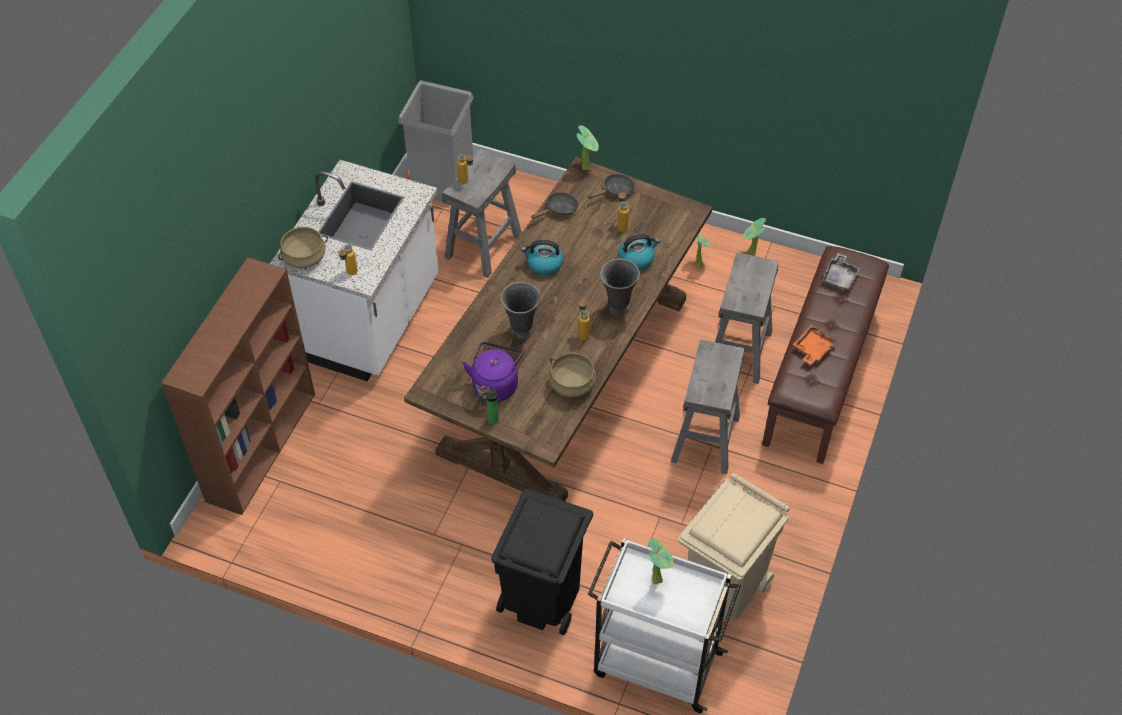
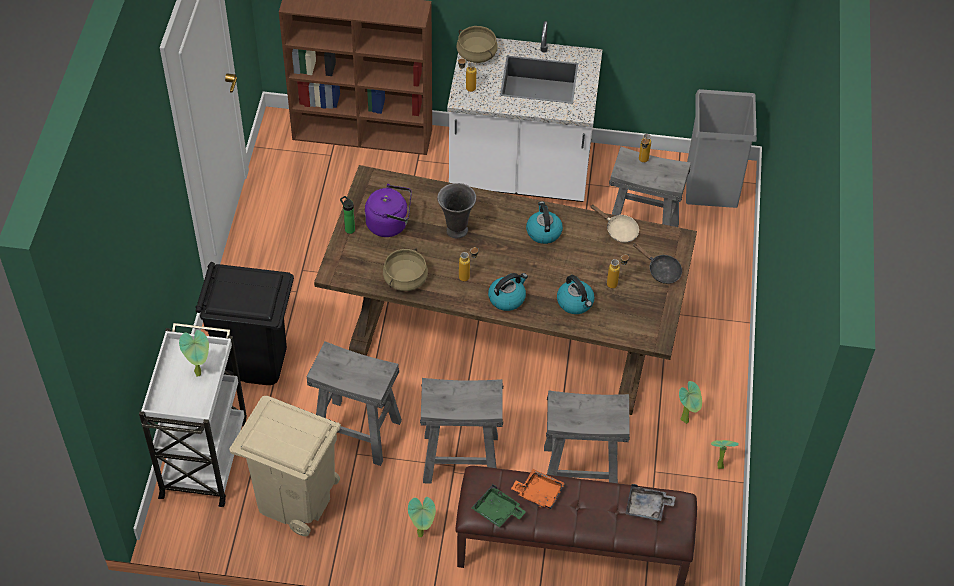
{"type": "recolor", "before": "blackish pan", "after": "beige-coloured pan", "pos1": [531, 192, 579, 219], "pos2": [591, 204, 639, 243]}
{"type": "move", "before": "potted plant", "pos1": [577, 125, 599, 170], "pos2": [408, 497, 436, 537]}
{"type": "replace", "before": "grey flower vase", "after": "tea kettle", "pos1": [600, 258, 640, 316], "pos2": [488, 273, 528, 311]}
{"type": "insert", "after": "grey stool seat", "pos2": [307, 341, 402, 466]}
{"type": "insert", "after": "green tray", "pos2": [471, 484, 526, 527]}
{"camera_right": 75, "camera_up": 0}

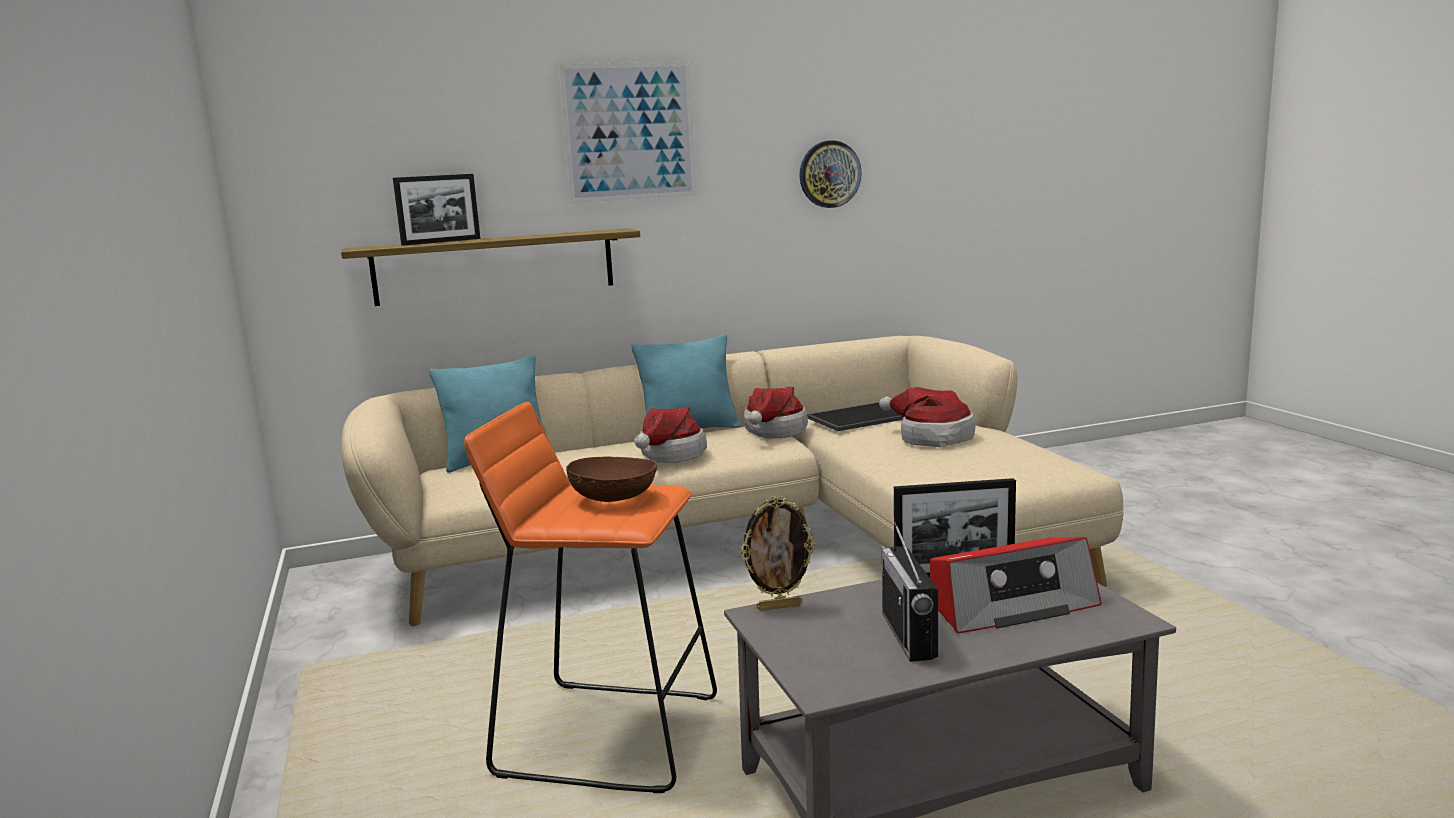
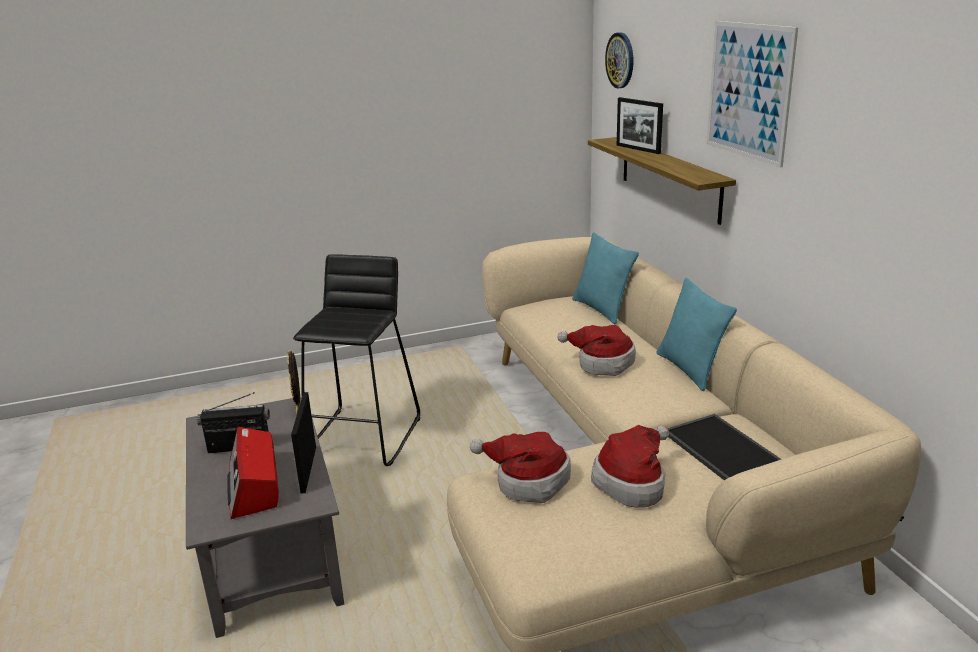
{"type": "recolor", "before": "orange stool seat", "after": "blackish stool seat", "pos1": [464, 402, 717, 793], "pos2": [293, 254, 420, 466]}
{"type": "delete", "before": "brownish deep dish", "pos1": [566, 456, 657, 502]}
{"type": "move", "before": "hat", "pos1": [744, 387, 808, 438], "pos2": [470, 432, 571, 503]}
{"type": "move", "before": "wall clock", "pos1": [799, 140, 862, 208], "pos2": [605, 32, 633, 88]}
{"camera_right": 90, "camera_up": 10}

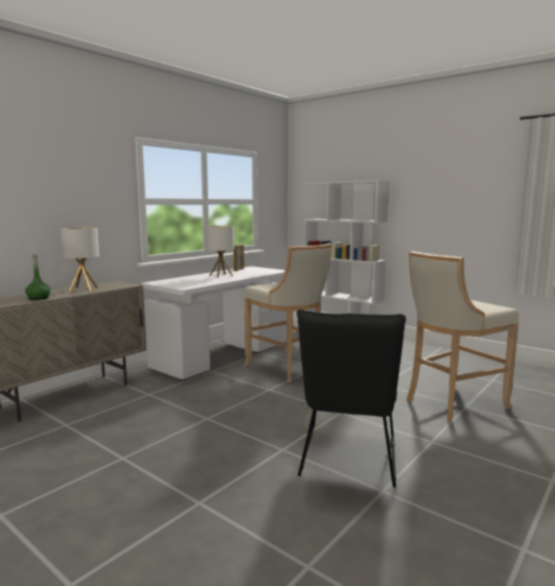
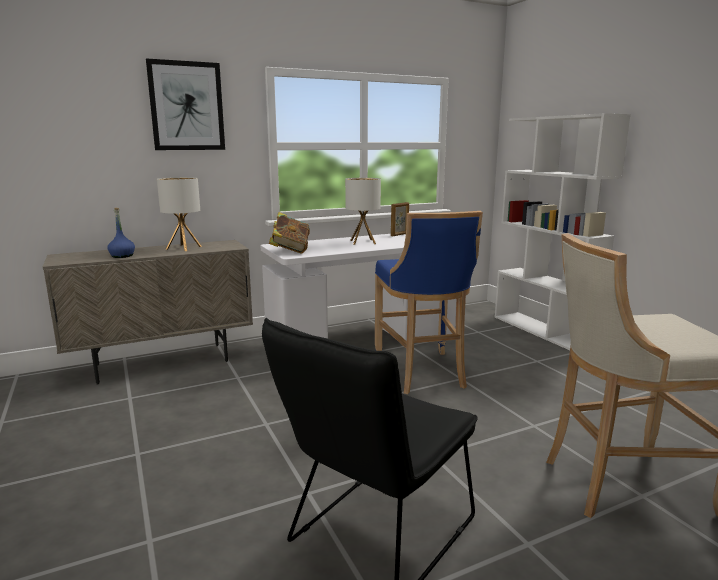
{"type": "recolor", "before": "green drink bottle", "after": "blue-coloured drink bottle", "pos1": [25, 255, 51, 300], "pos2": [107, 208, 135, 258]}
{"type": "recolor", "before": "beige-coloured stool seat", "after": "blue-coloured stool seat", "pos1": [244, 244, 332, 382], "pos2": [375, 211, 483, 394]}
{"type": "insert", "after": "wall art", "pos2": [146, 58, 225, 150]}
{"type": "insert", "after": "book", "pos2": [269, 212, 310, 254]}
{"camera_right": 25, "camera_up": 5}

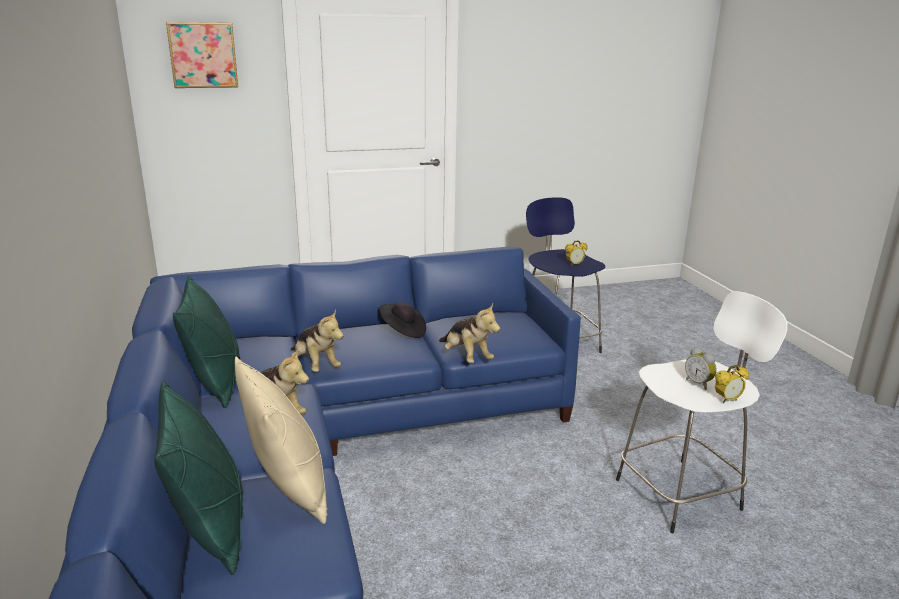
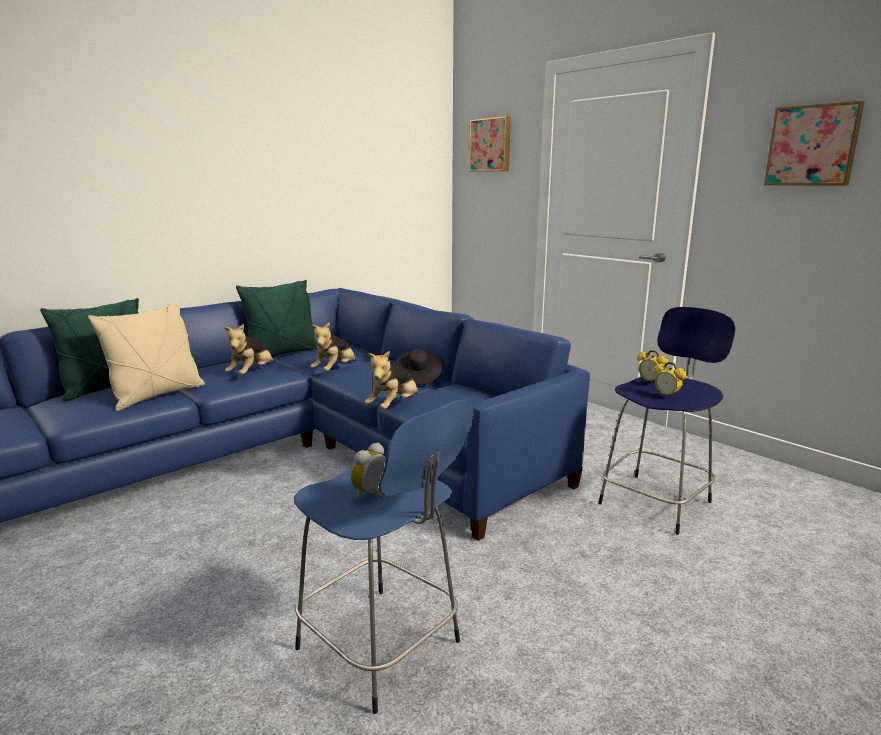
{"type": "recolor", "before": "white-coloured stool seat", "after": "blue-coloured stool seat", "pos1": [616, 291, 788, 533], "pos2": [294, 400, 474, 714]}
{"type": "move", "before": "bedside clock", "pos1": [715, 365, 749, 403], "pos2": [637, 350, 668, 384]}
{"type": "insert", "after": "wall art", "pos2": [764, 100, 865, 186]}
{"camera_right": 65, "camera_up": -5}

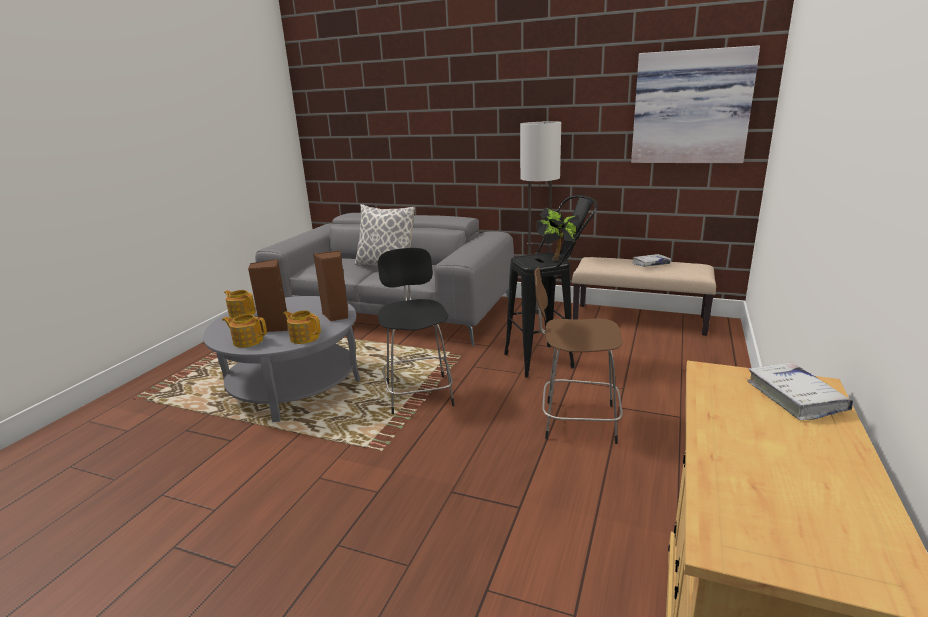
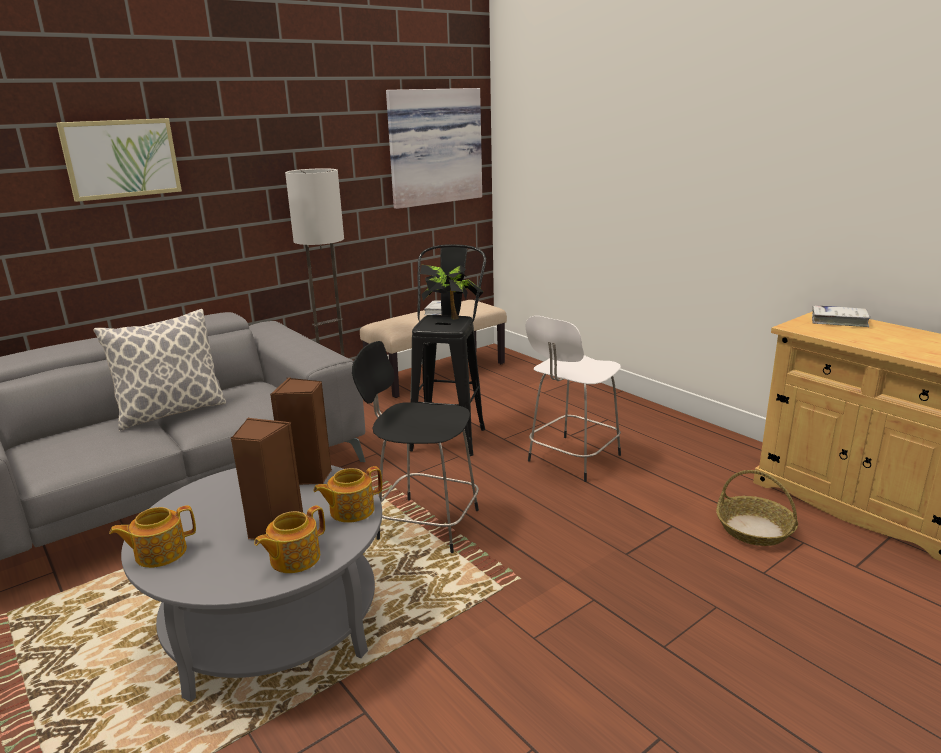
{"type": "recolor", "before": "brownish stool seat", "after": "white-coloured stool seat", "pos1": [534, 267, 623, 444], "pos2": [526, 316, 621, 482]}
{"type": "insert", "after": "wall art", "pos2": [56, 118, 182, 202]}
{"type": "insert", "after": "storage basket", "pos2": [716, 470, 798, 546]}
{"camera_right": -60, "camera_up": 0}

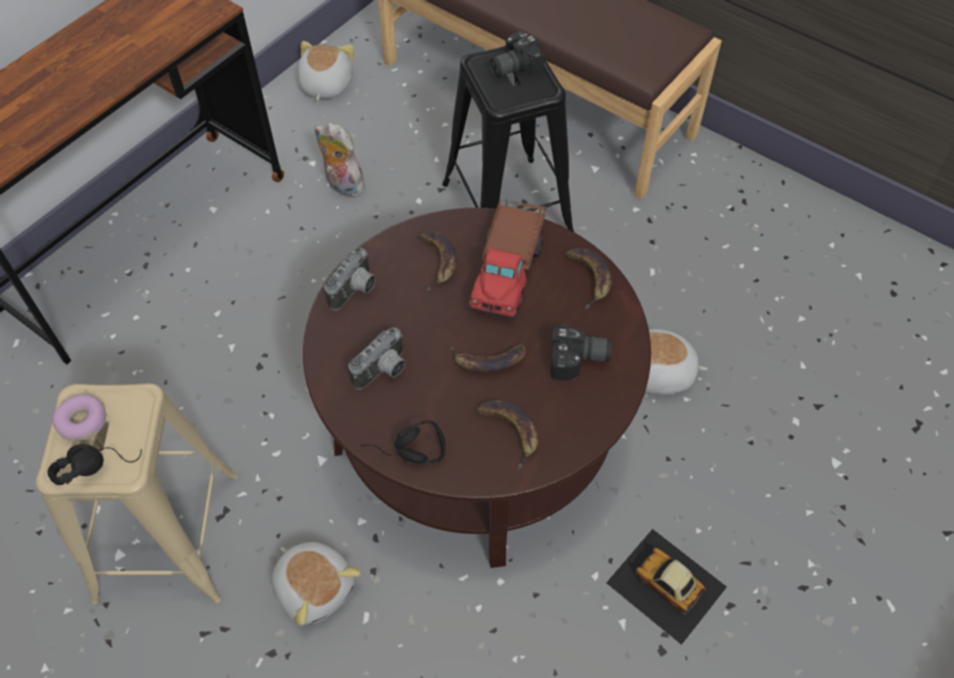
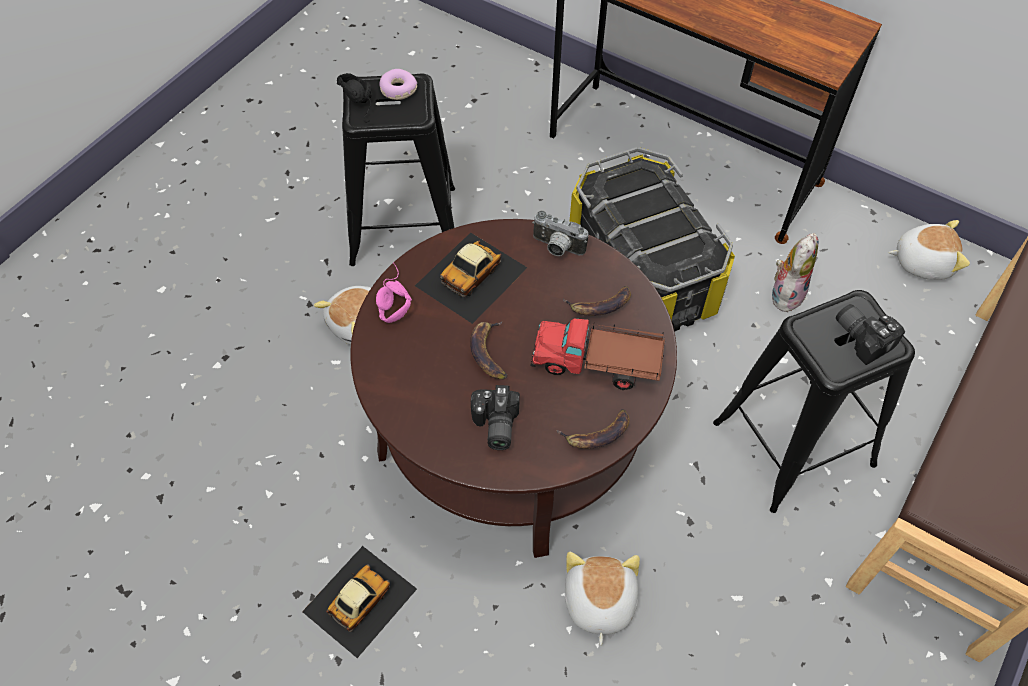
{"type": "recolor", "before": "beige-coloured stool seat", "after": "blackish stool seat", "pos1": [36, 383, 238, 605], "pos2": [342, 74, 455, 266]}
{"type": "replace", "before": "still camera", "after": "model car", "pos1": [349, 328, 405, 390], "pos2": [415, 233, 527, 324]}
{"type": "recolor", "before": "blackish pair of headphones", "after": "pink pair of headphones", "pos1": [360, 420, 446, 464], "pos2": [376, 263, 412, 323]}
{"type": "delete", "before": "banana", "pos1": [476, 401, 538, 469]}
{"type": "insert", "after": "storage box", "pos2": [569, 147, 735, 332]}
{"camera_right": 85, "camera_up": 0}

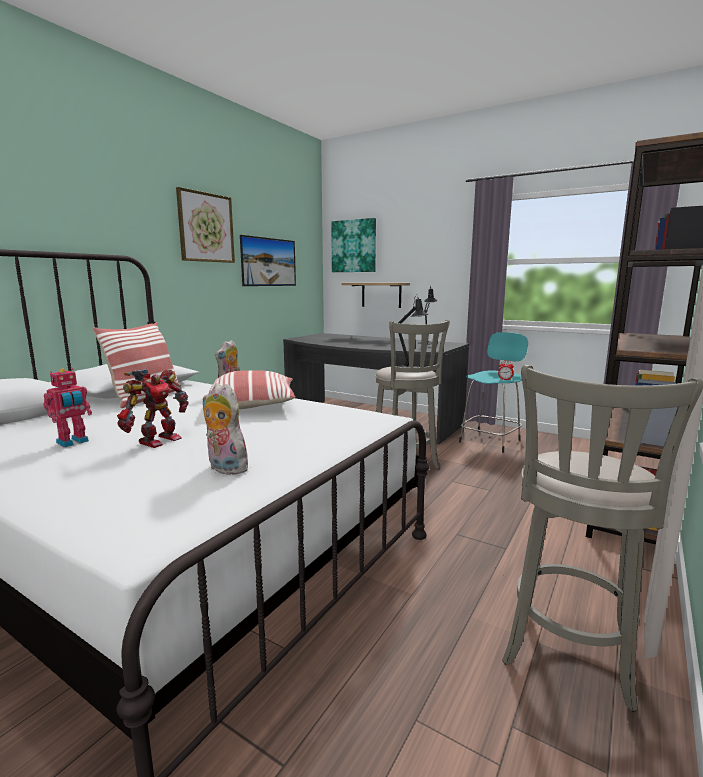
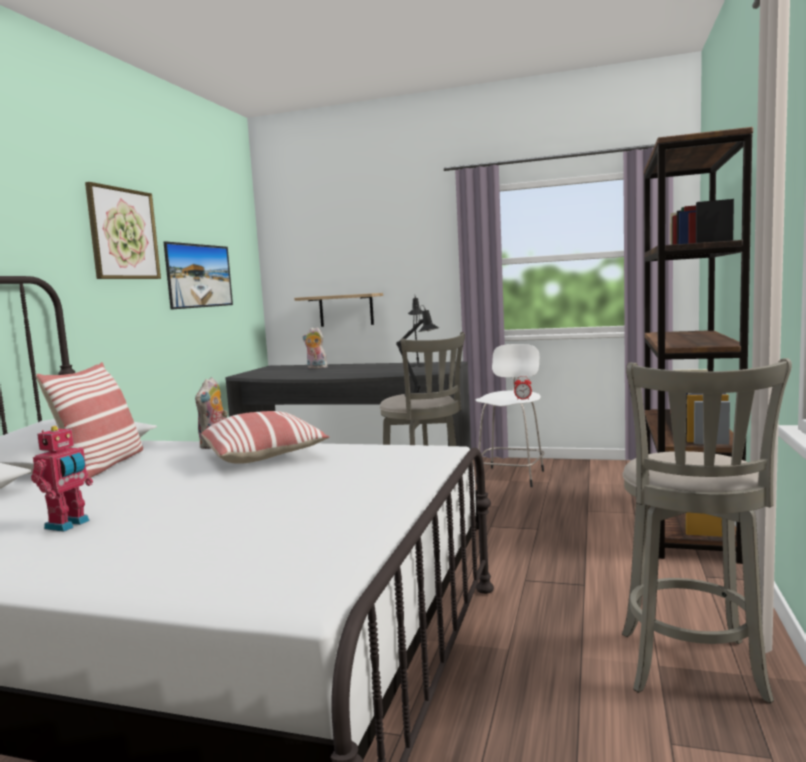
{"type": "delete", "before": "toy robot", "pos1": [117, 369, 189, 448]}
{"type": "move", "before": "plush toy", "pos1": [203, 383, 250, 475], "pos2": [302, 327, 330, 369]}
{"type": "delete", "before": "wall art", "pos1": [331, 218, 376, 272]}
{"type": "recolor", "before": "turquoise stool seat", "after": "white-coloured stool seat", "pos1": [459, 332, 528, 453], "pos2": [475, 344, 545, 487]}
{"camera_right": -15, "camera_up": -5}

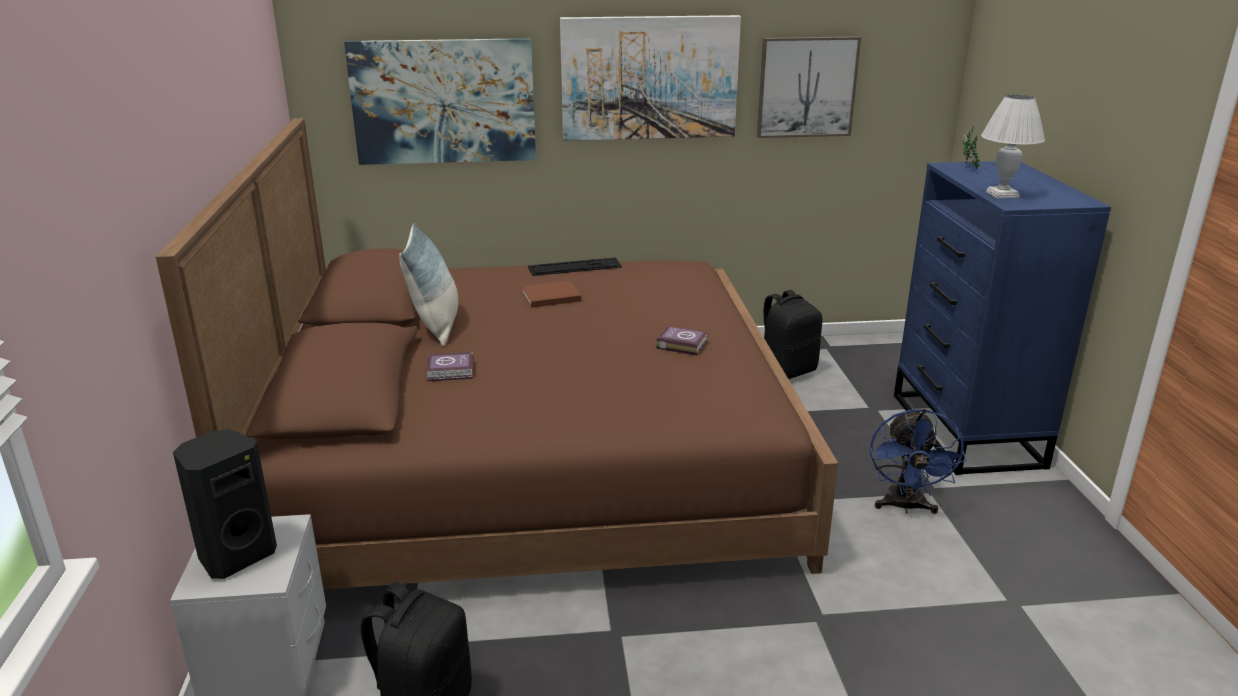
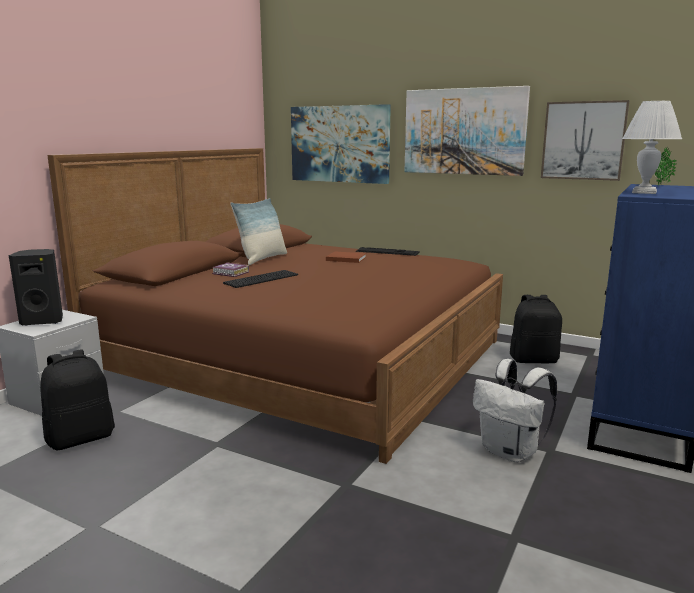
{"type": "delete", "before": "book", "pos1": [656, 326, 708, 355]}
{"type": "replace", "before": "blue-coloured electric fan", "after": "white-coloured knapsack", "pos1": [870, 408, 967, 514], "pos2": [473, 359, 557, 463]}
{"type": "insert", "after": "PC keyboard", "pos2": [223, 270, 298, 288]}
{"camera_right": 35, "camera_up": -10}

